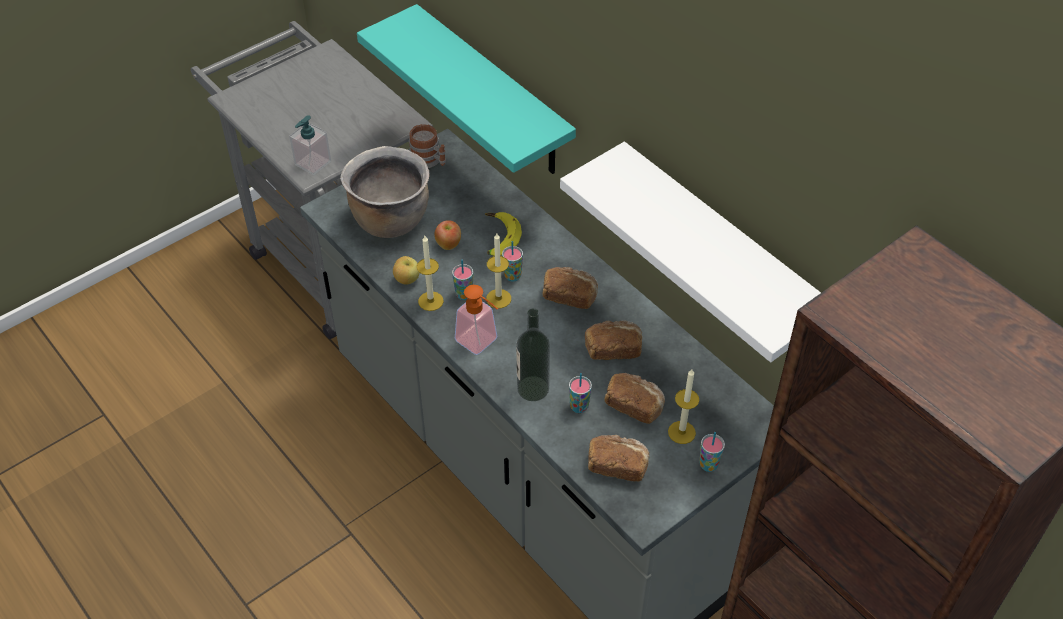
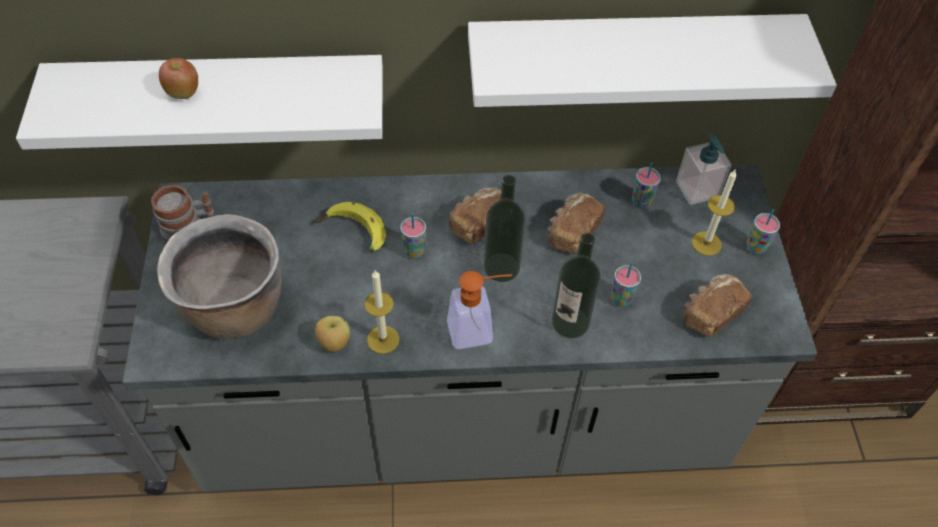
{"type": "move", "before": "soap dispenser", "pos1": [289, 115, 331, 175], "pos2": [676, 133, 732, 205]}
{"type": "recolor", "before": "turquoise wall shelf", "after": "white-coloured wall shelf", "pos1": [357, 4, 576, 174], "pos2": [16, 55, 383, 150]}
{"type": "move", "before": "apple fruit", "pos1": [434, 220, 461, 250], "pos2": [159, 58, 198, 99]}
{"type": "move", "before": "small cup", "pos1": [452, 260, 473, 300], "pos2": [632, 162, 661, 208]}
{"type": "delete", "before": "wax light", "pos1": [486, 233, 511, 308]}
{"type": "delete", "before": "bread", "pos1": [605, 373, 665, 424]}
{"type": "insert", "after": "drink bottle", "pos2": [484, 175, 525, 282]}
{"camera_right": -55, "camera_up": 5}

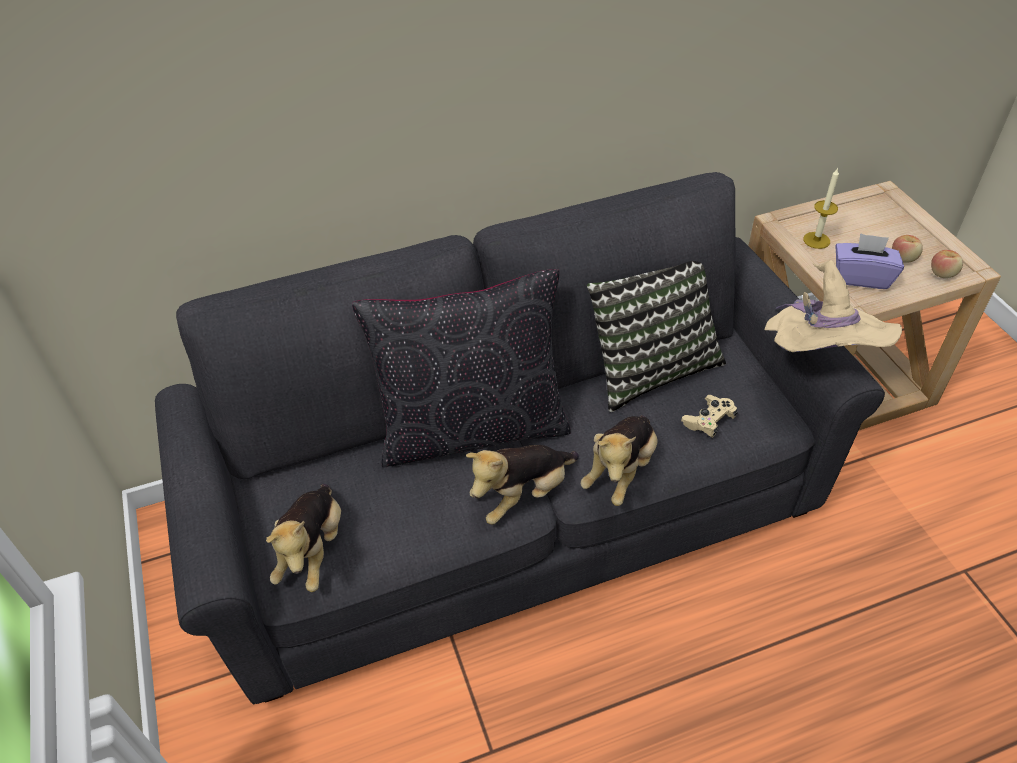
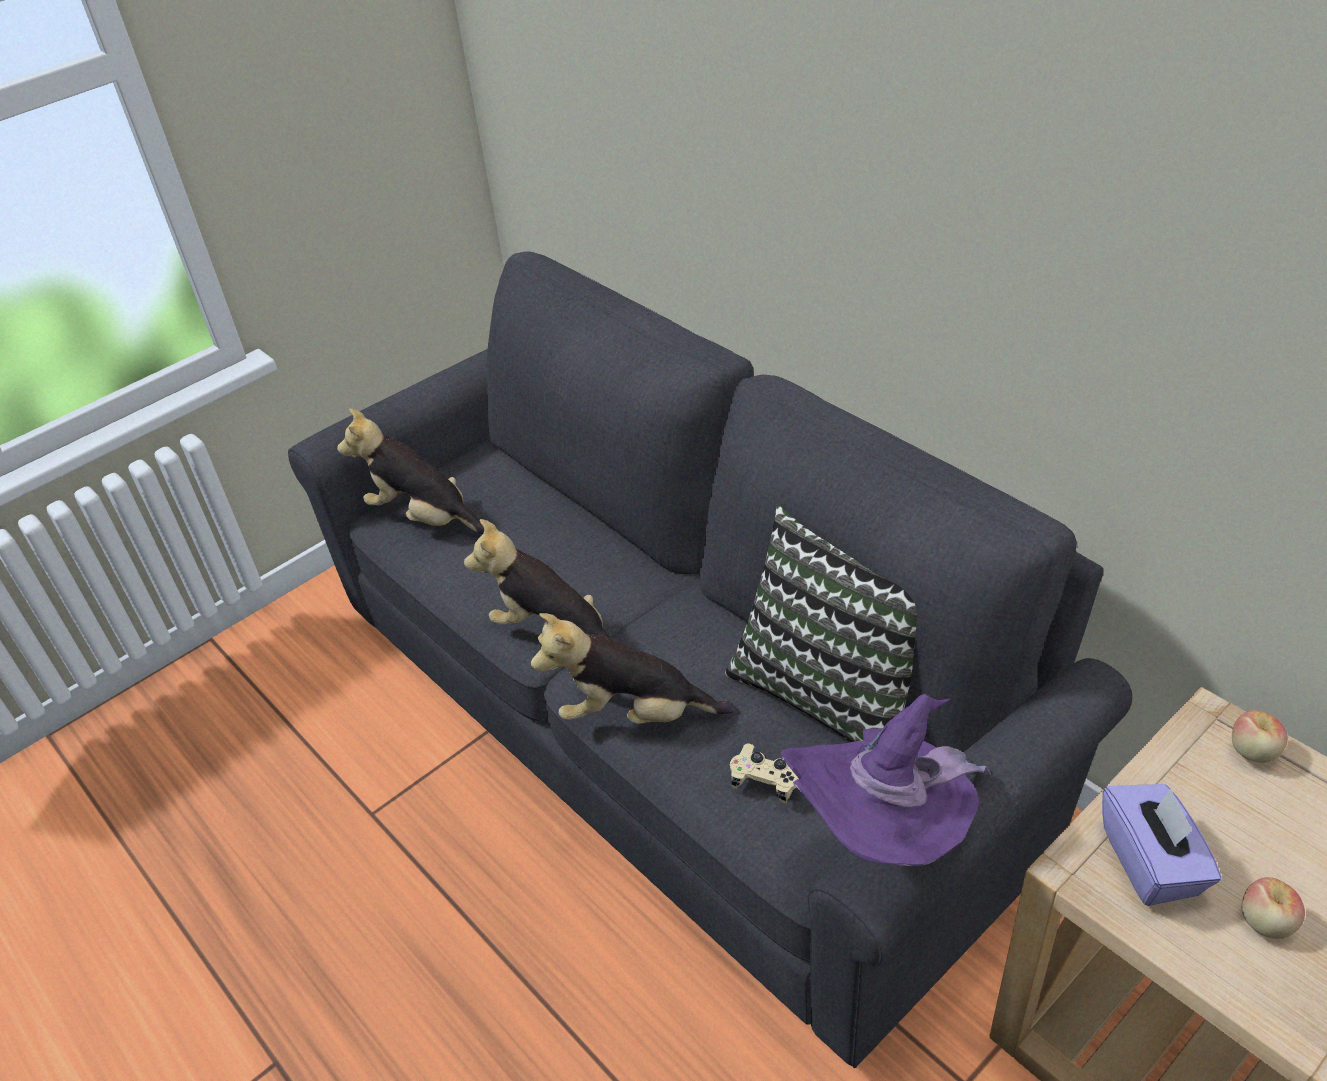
{"type": "rotate", "before": "plush toy", "pos1": [266, 484, 341, 592], "pos2": [337, 408, 484, 534], "turn": 45}
{"type": "delete", "before": "blackish pillow", "pos1": [352, 269, 571, 467]}
{"type": "recolor", "before": "beige-coloured hat", "after": "purple-coloured hat", "pos1": [765, 260, 902, 352], "pos2": [781, 694, 991, 866]}
{"type": "delete", "before": "wax light", "pos1": [803, 168, 839, 249]}
{"type": "move", "before": "apple fruit", "pos1": [931, 250, 963, 278], "pos2": [1232, 710, 1288, 763]}
{"camera_right": 70, "camera_up": -5}

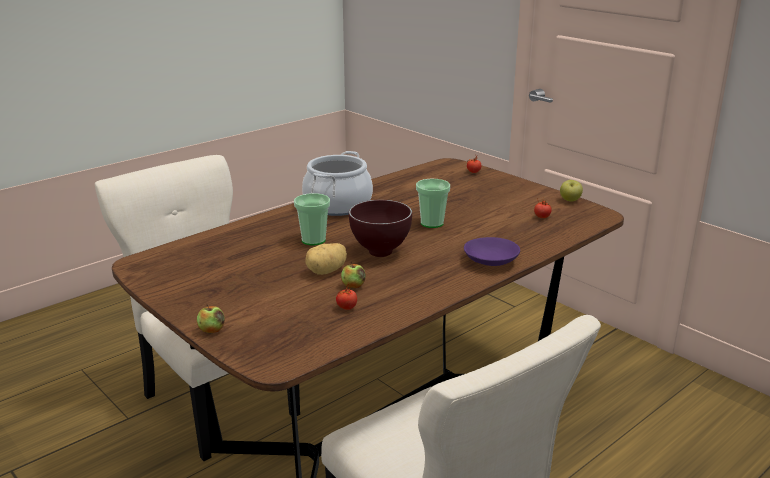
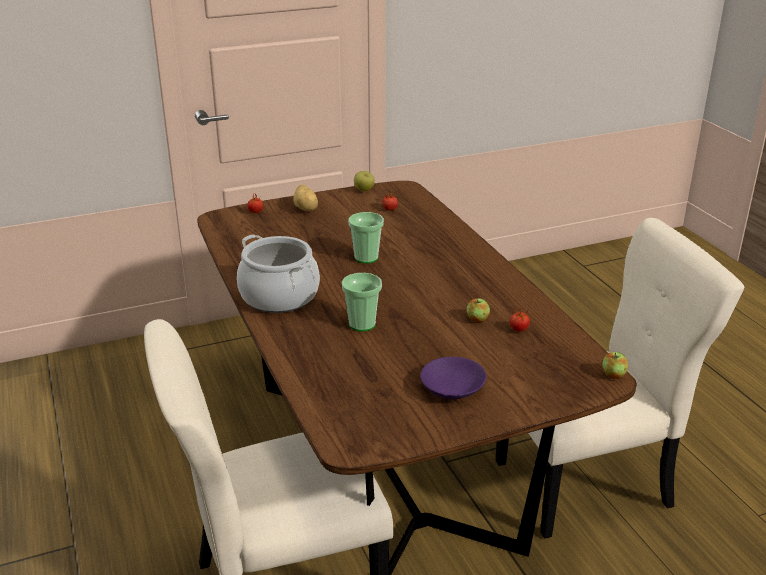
{"type": "move", "before": "apple fruit", "pos1": [197, 304, 225, 334], "pos2": [602, 352, 628, 379]}
{"type": "move", "before": "spud", "pos1": [305, 243, 347, 275], "pos2": [293, 185, 318, 211]}
{"type": "delete", "before": "brownish deep dish", "pos1": [349, 200, 412, 257]}
{"type": "move", "before": "purple-coloured deep dish", "pos1": [464, 237, 520, 266], "pos2": [420, 357, 487, 399]}
{"camera_right": -70, "camera_up": 5}

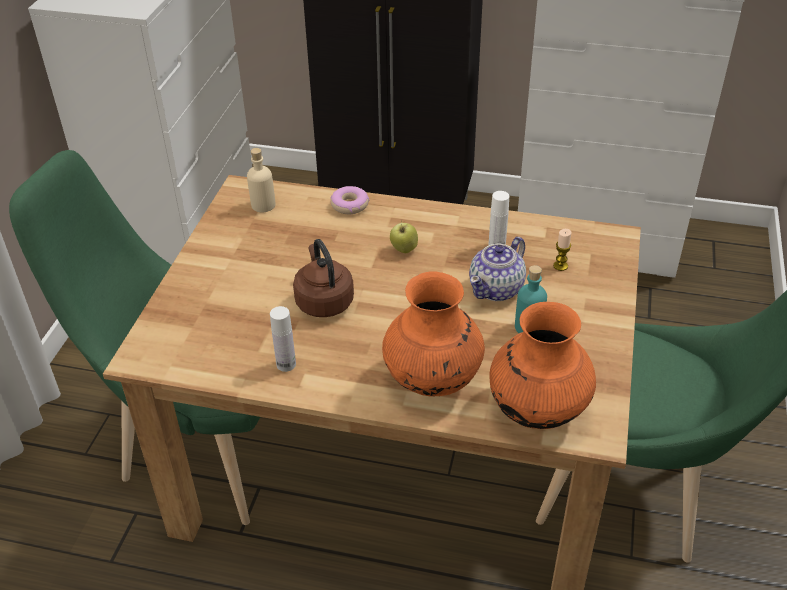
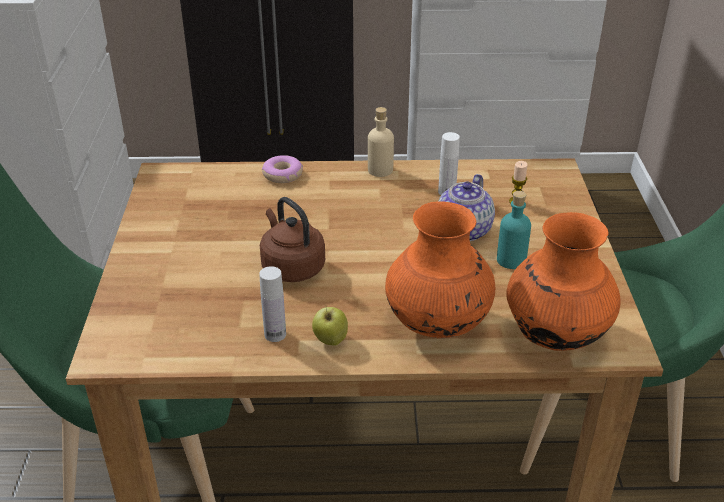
{"type": "move", "before": "beige-coloured drink bottle", "pos1": [247, 148, 276, 213], "pos2": [368, 107, 394, 177]}
{"type": "move", "before": "apple fruit", "pos1": [390, 220, 418, 253], "pos2": [312, 307, 348, 346]}
{"camera_right": -15, "camera_up": -5}

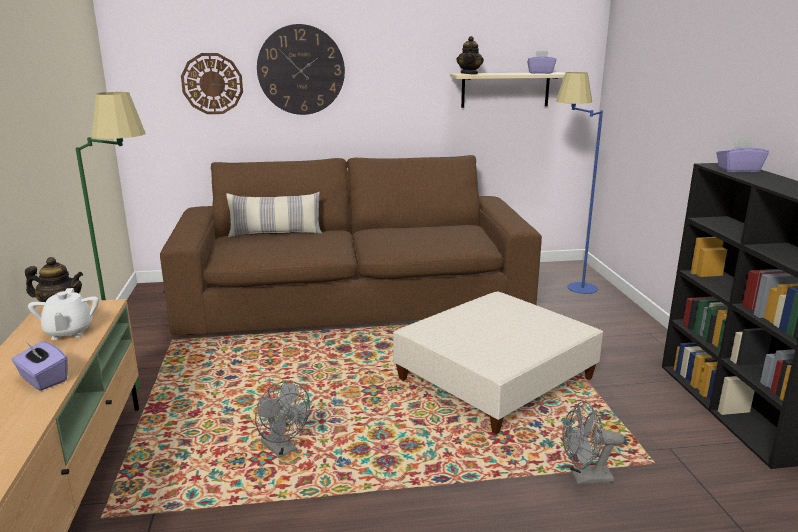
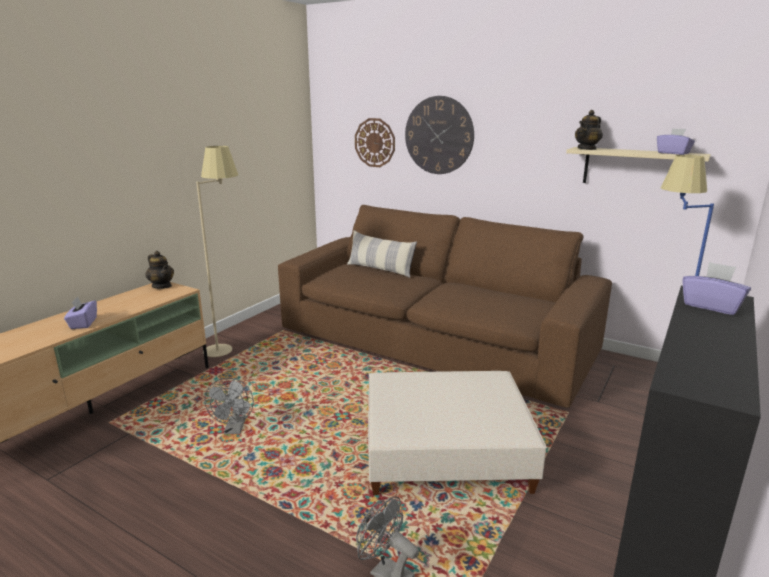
{"type": "delete", "before": "white-coloured tea pot", "pos1": [28, 288, 99, 340]}
{"type": "recolor", "before": "green floor lamp", "after": "beige-coloured floor lamp", "pos1": [75, 92, 146, 395], "pos2": [196, 146, 238, 357]}
{"camera_right": 40, "camera_up": 0}

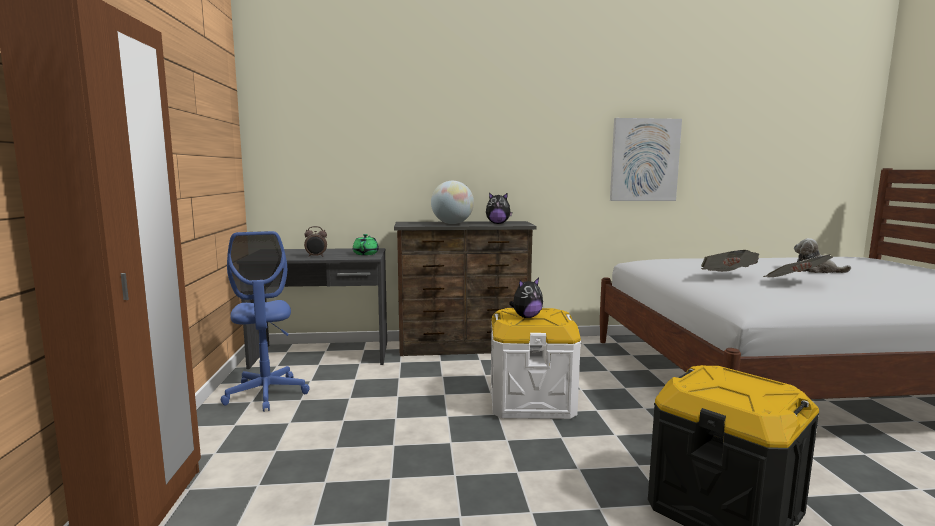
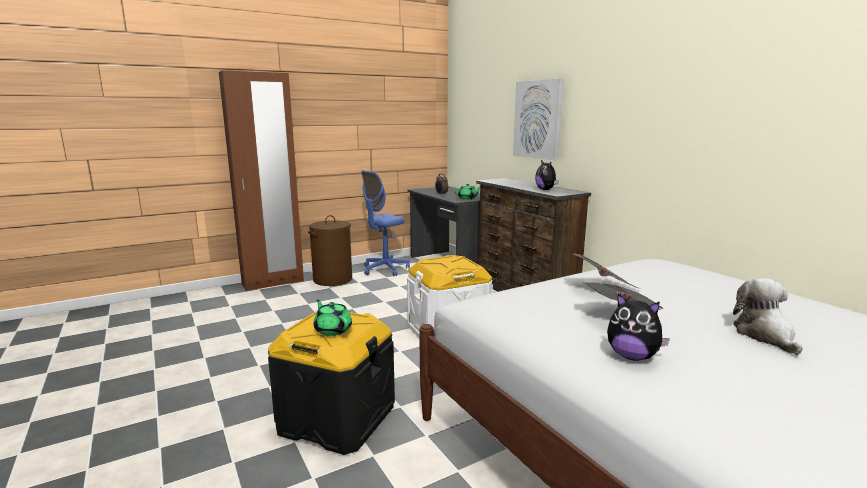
{"type": "delete", "before": "world globe", "pos1": [431, 181, 474, 224]}
{"type": "move", "before": "plush toy", "pos1": [509, 278, 543, 318], "pos2": [607, 294, 670, 361]}
{"type": "move", "before": "wall art", "pos1": [610, 118, 682, 201], "pos2": [513, 78, 564, 160]}
{"type": "insert", "after": "brownish washing basket", "pos2": [308, 215, 352, 286]}
{"type": "insert", "after": "green tea pot", "pos2": [313, 300, 352, 336]}
{"camera_right": 65, "camera_up": 5}

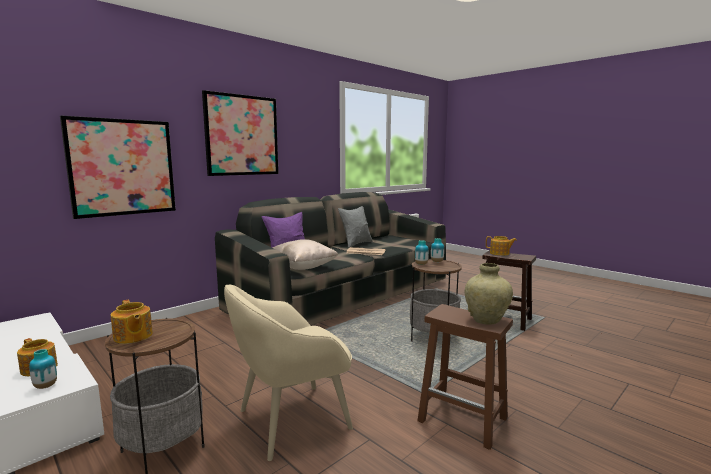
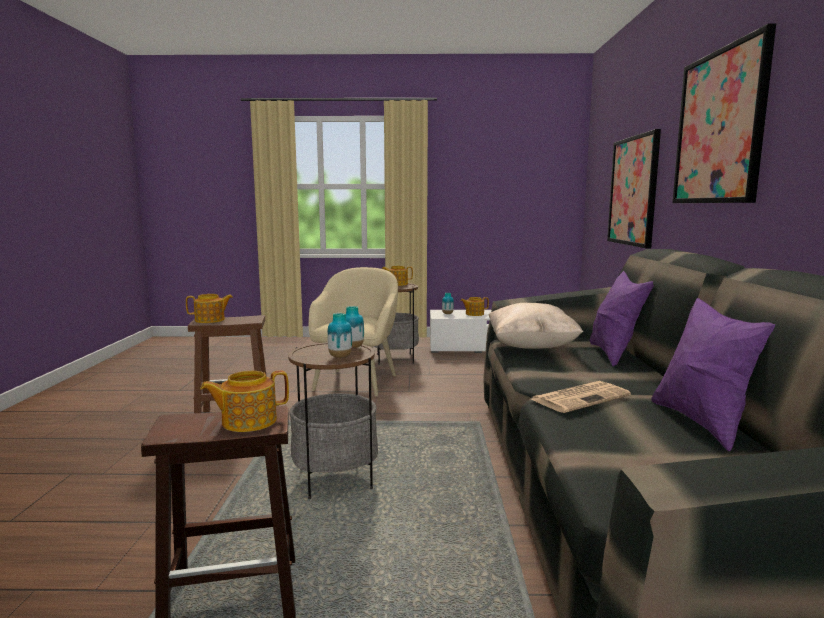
{"type": "recolor", "before": "grey pillow", "after": "purple-coloured pillow", "pos1": [338, 206, 373, 248], "pos2": [651, 298, 775, 451]}
{"type": "replace", "before": "beige-coloured flower vase", "after": "tea pot", "pos1": [465, 263, 513, 325], "pos2": [186, 294, 233, 323]}
{"camera_right": 135, "camera_up": 0}

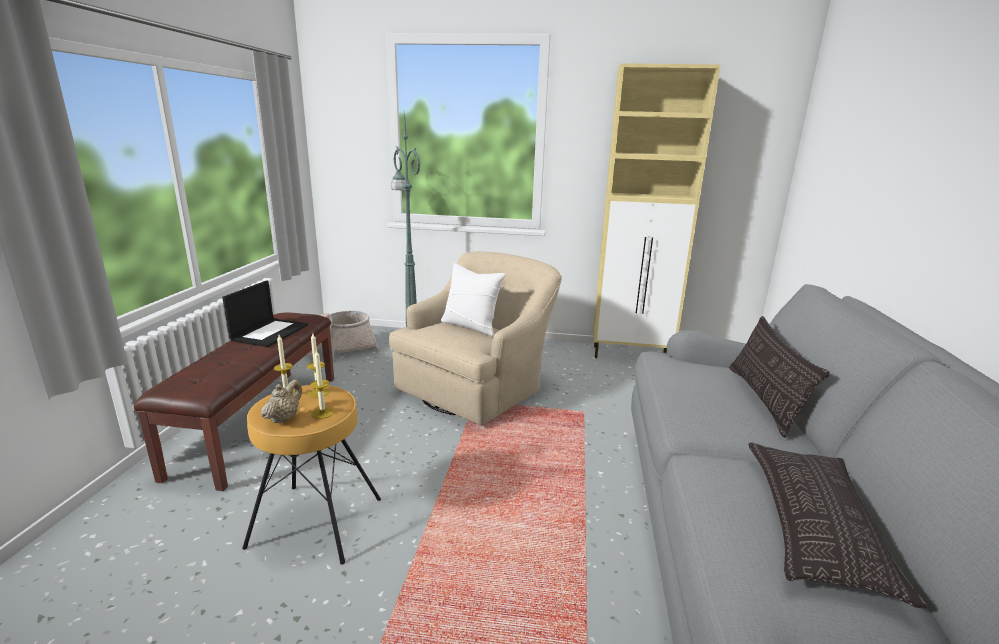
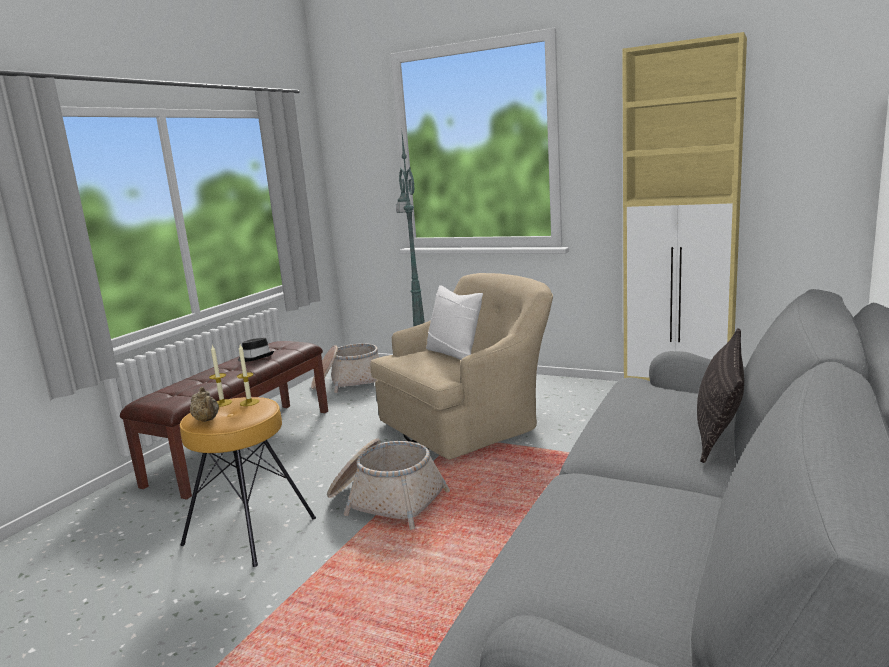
{"type": "replace", "before": "laptop", "after": "blackish hat", "pos1": [222, 280, 308, 347], "pos2": [238, 338, 274, 362]}
{"type": "rotate", "before": "beige-coloured tea pot", "pos1": [261, 380, 302, 424], "pos2": [190, 387, 219, 422], "turn": 105}
{"type": "delete", "before": "wax light", "pos1": [310, 350, 334, 419]}
{"type": "delete", "before": "pillow", "pos1": [748, 442, 927, 608]}
{"type": "insert", "after": "storage basket", "pos2": [327, 438, 450, 530]}
{"camera_right": 20, "camera_up": -5}

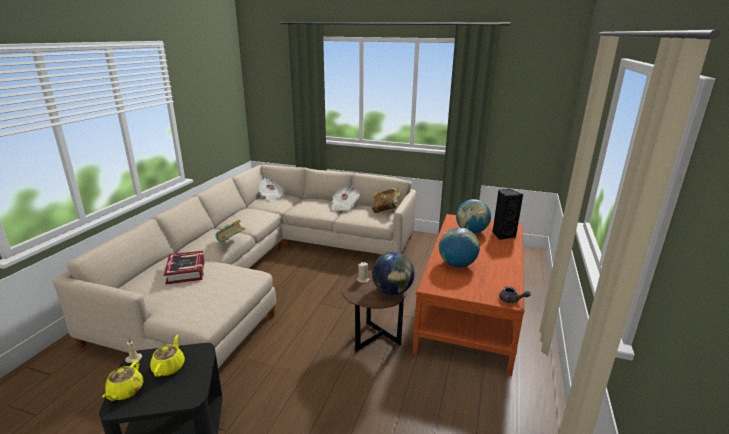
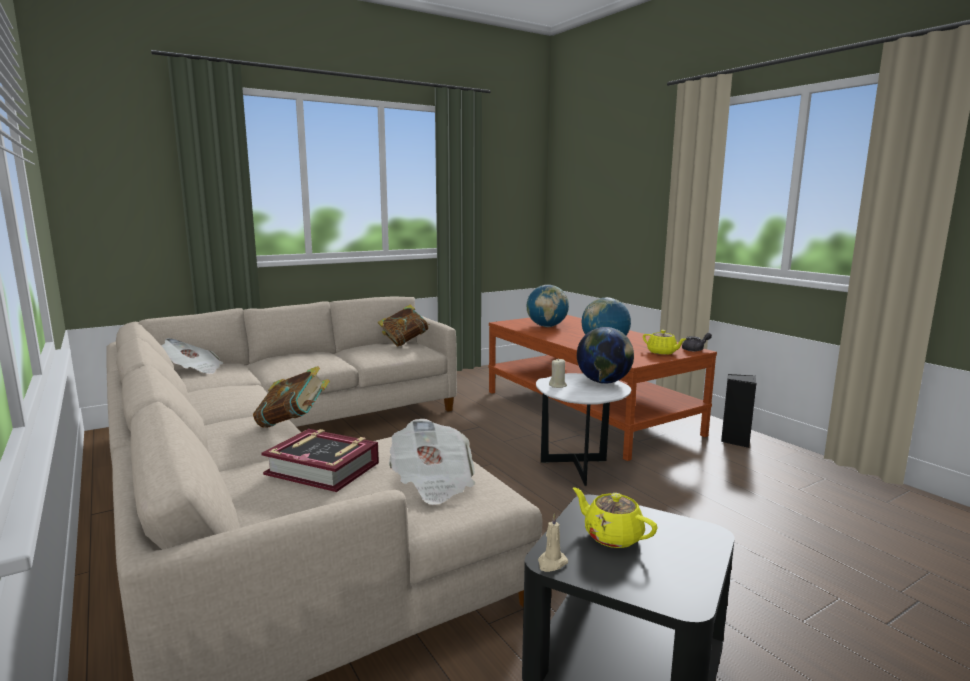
{"type": "move", "before": "yellowish tea pot", "pos1": [102, 360, 143, 401], "pos2": [643, 330, 686, 355]}
{"type": "move", "before": "daily paper", "pos1": [331, 186, 360, 211], "pos2": [389, 419, 475, 505]}
{"type": "recolor", "before": "brownish side table", "after": "white-coloured side table", "pos1": [342, 270, 407, 352], "pos2": [536, 373, 631, 486]}
{"type": "move", "before": "blackish loudspeaker", "pos1": [493, 189, 523, 240], "pos2": [721, 374, 756, 448]}
{"camera_right": -50, "camera_up": -10}

